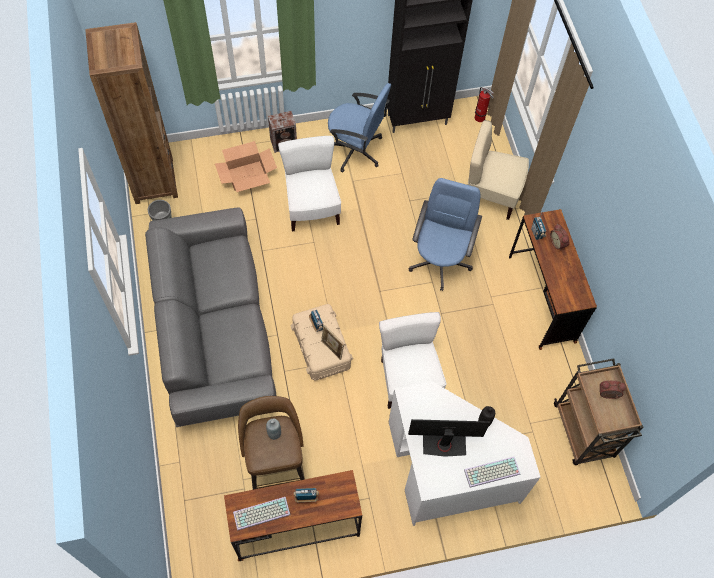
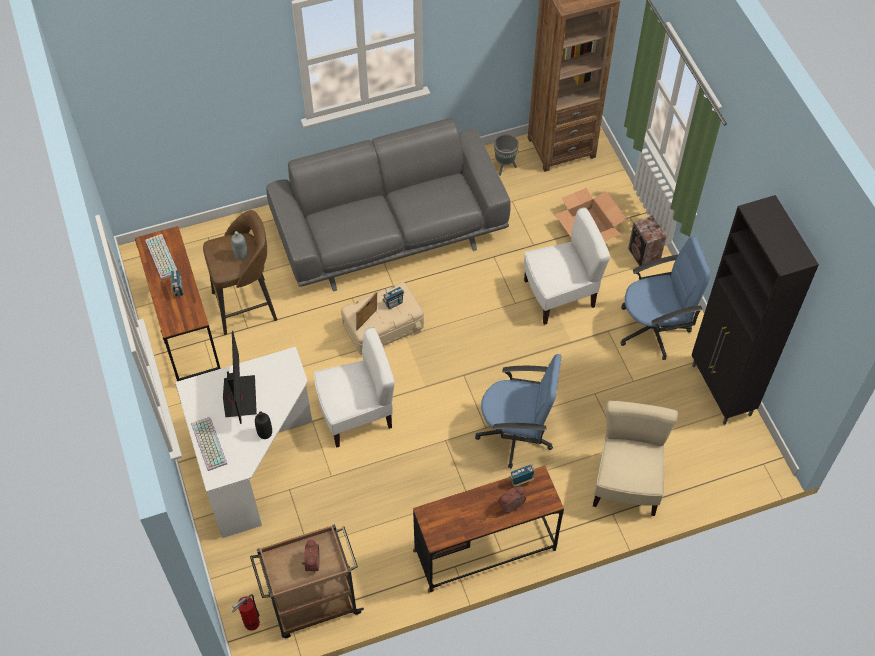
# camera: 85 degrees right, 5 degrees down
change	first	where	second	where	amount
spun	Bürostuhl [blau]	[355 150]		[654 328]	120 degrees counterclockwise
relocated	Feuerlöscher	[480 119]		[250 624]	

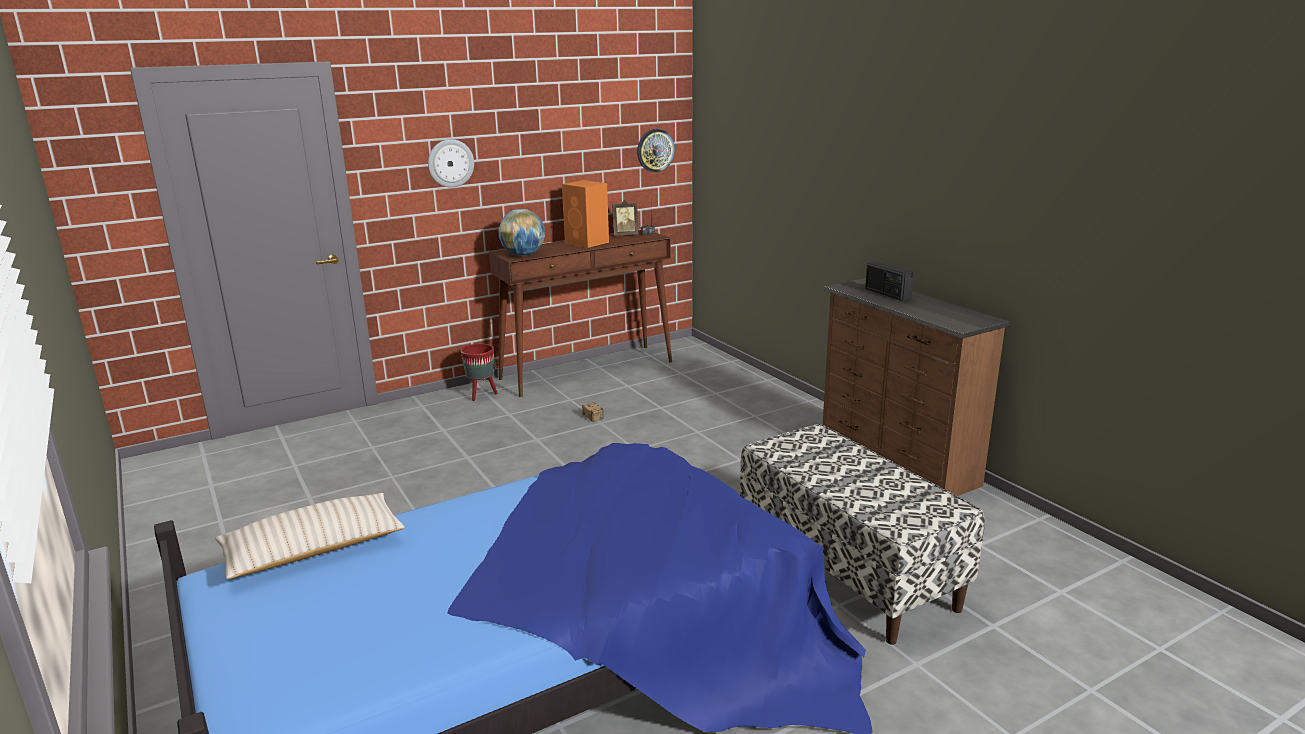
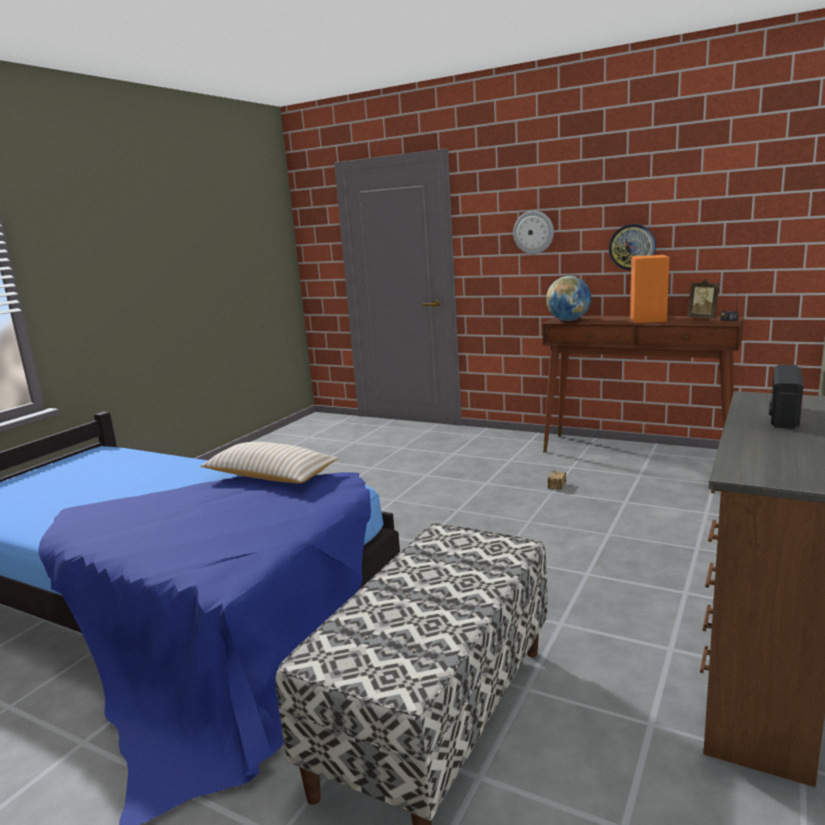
# camera: 60 degrees right, 5 degrees down
change	first	where	second	where	amount
relocated	Wanduhr	[655 150]		[632 247]	
missing	Pflanzkübel [rot]	[481 395]			
relocated	Kissen [beige]	[314 549]		[270 476]	

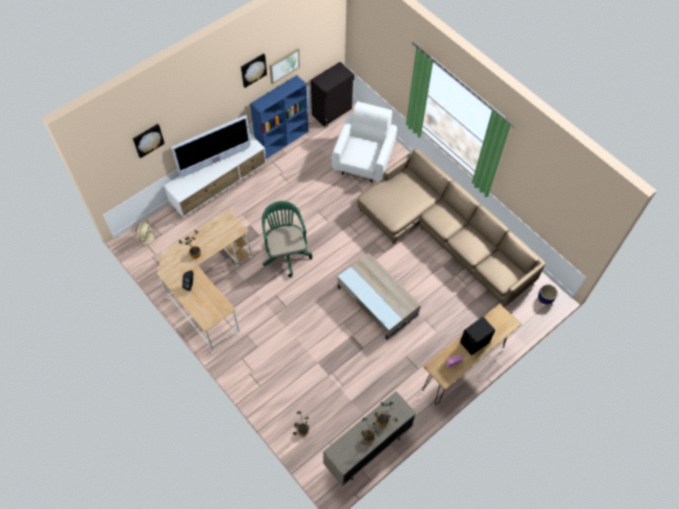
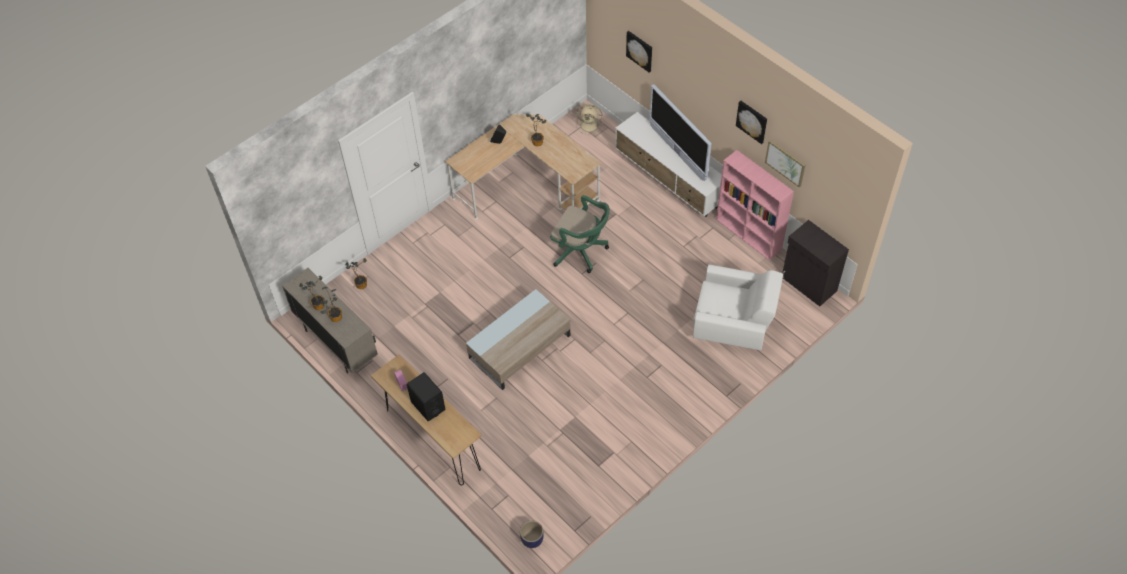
# camera: 90 degrees right, 5 degrees down
change	first	where	second	where	amount
colour	Bücherregal [blau]	[282 140]	Bücherregal [rosa]	[749 234]	
missing	Sofa [beige]	[443 233]			
spun	Bürostuhl [grün]	[285 252]		[580 251]	45 degrees clockwise

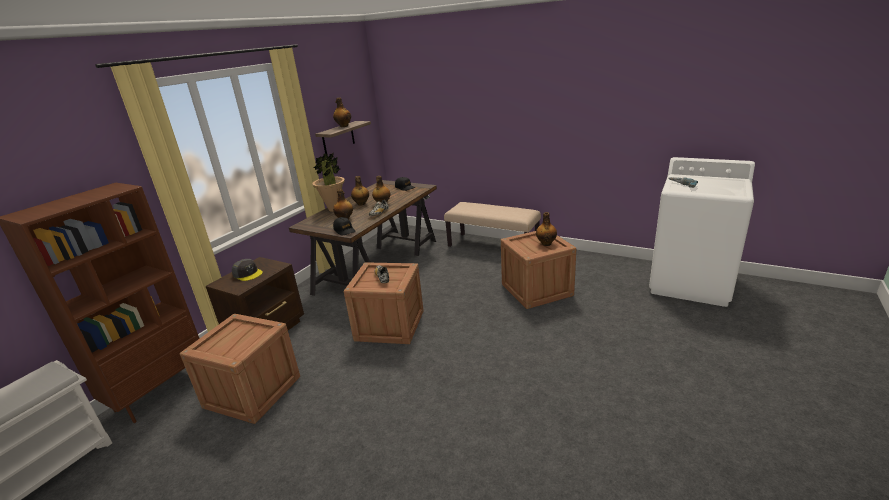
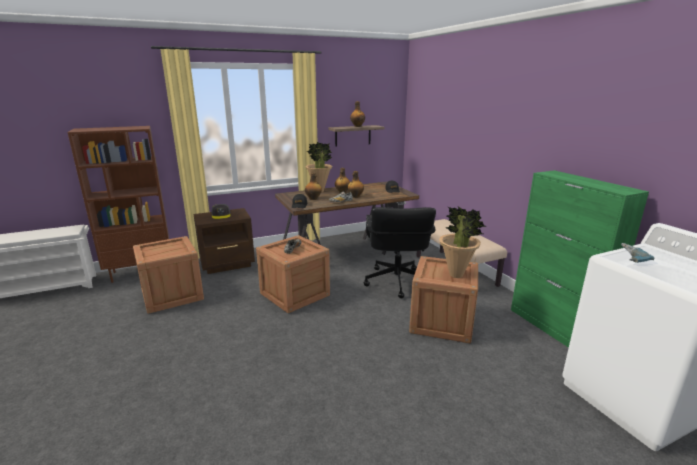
# camera: 35 degrees right, 5 degrees down
change	first	where	second	where	amount
exchanged	Flasche	[546 243]	Topfpflanze	[456 275]	
appeared			Schrank [grün]	[554 329]	
appeared			Bürostuhl [schwarz]	[396 282]	

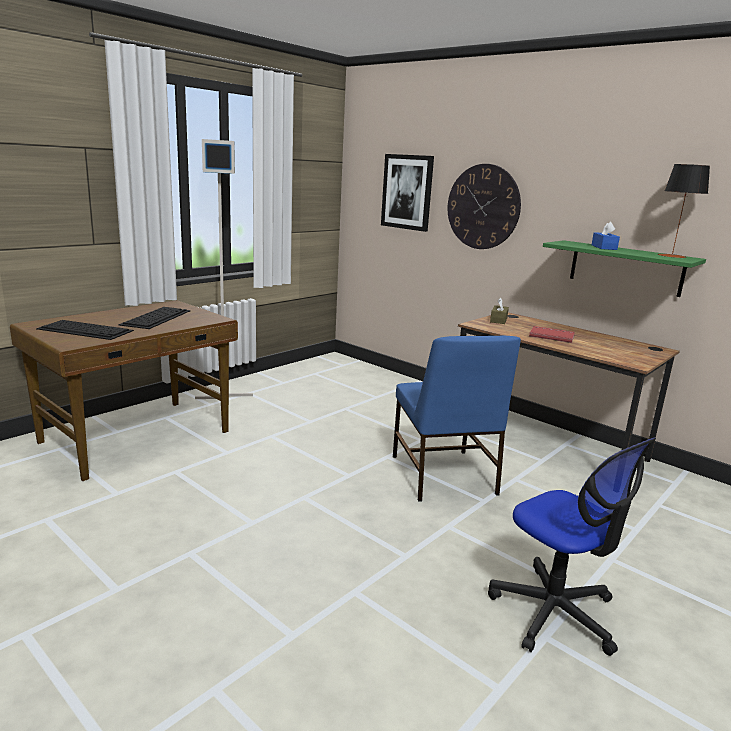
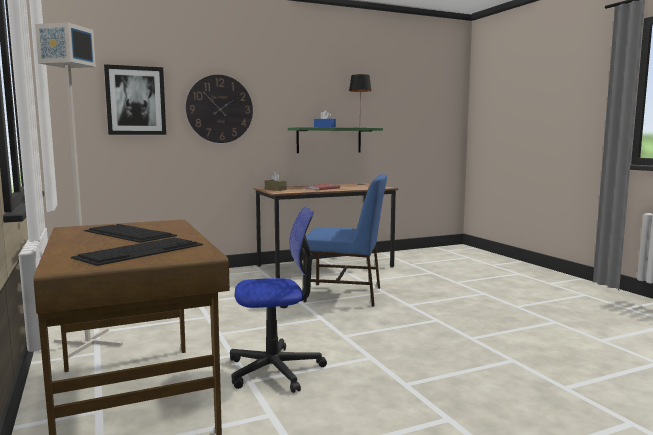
# camera: 65 degrees left, 10 degrees down
change	first	where	second	where	amount
relocated	Bürostuhl	[554 612]		[275 370]	

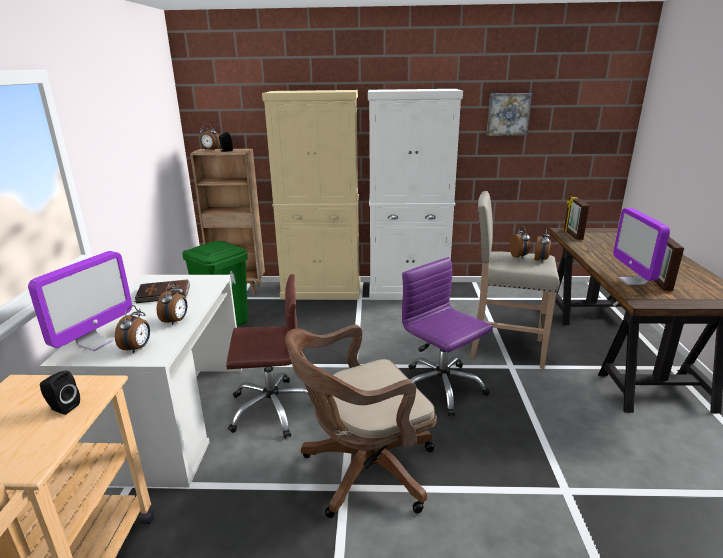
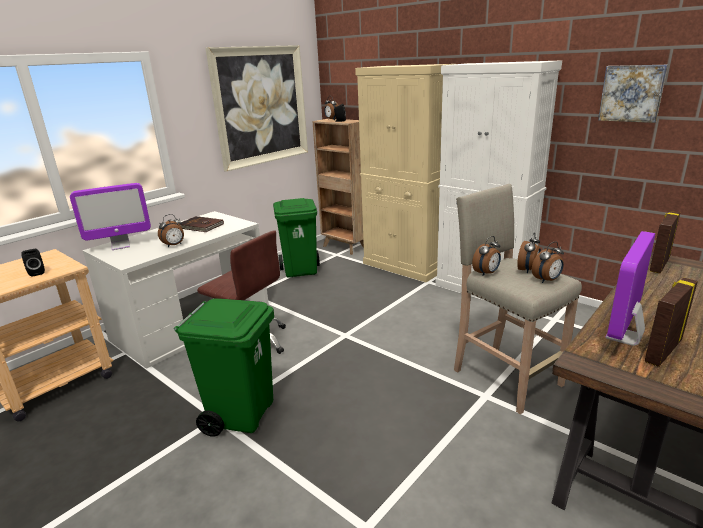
# camera: 40 degrees right, 0 degrees up
change	first	where	second	where	amount
missing	Bürostuhl [lila]	[441 387]			
relocated	Wecker	[137 348]		[486 273]	
exchanged	Bürostuhl [braun]	[362 471]	Mülleimer [grün]	[241 414]	
appeared			Bild	[261 106]	

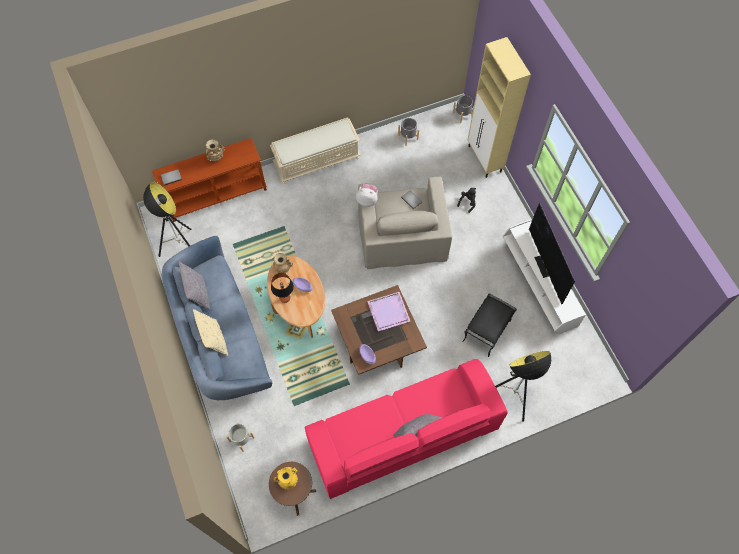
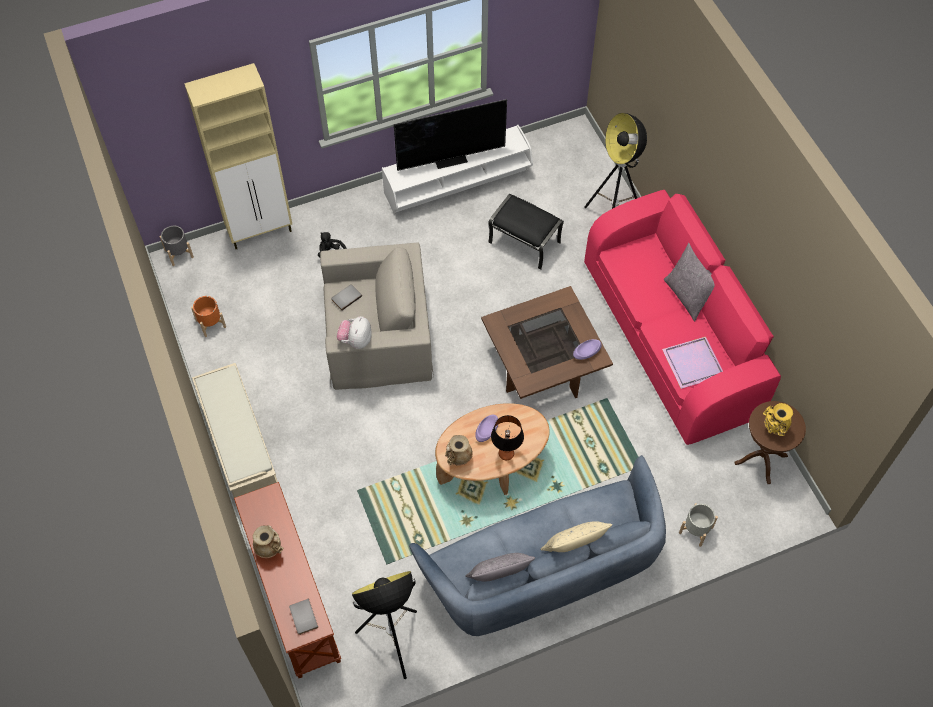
# camera: 90 degrees left, 5 degrees down
change	first	where	second	where	amount
colour	Pflanzkübel [grau]	[408 137]	Pflanzkübel [orange]	[211 323]	
relocated	Tablett [lila]	[389 312]		[693 362]	

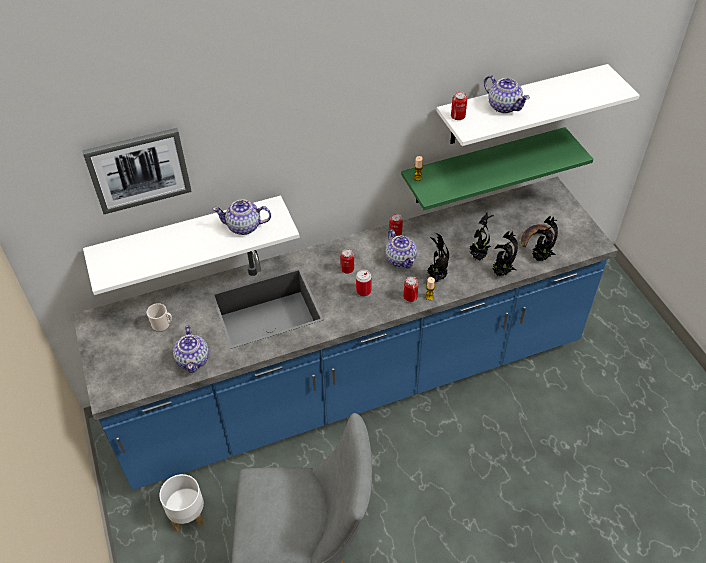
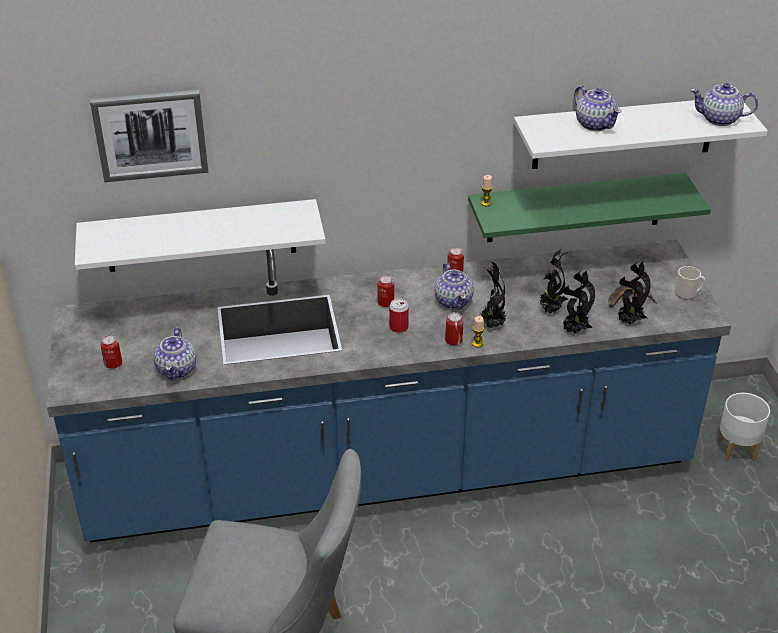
# camera: 10 degrees right, 10 degrees down
change	first	where	second	where	amount
relocated	Dose	[457 117]		[113 364]	
relocated	Teekanne	[244 227]		[720 119]	
relocated	Henkelbecher	[163 325]		[688 294]	
relocated	Pflanzkübel [weiß]	[188 515]		[736 449]	

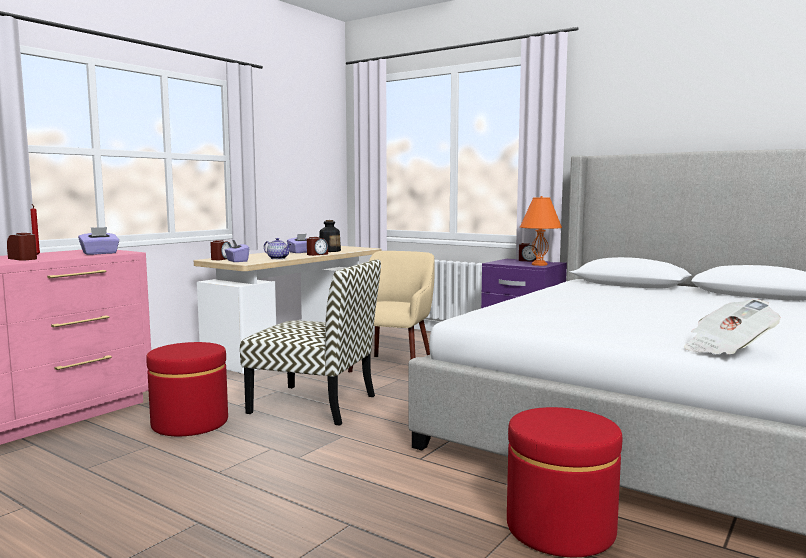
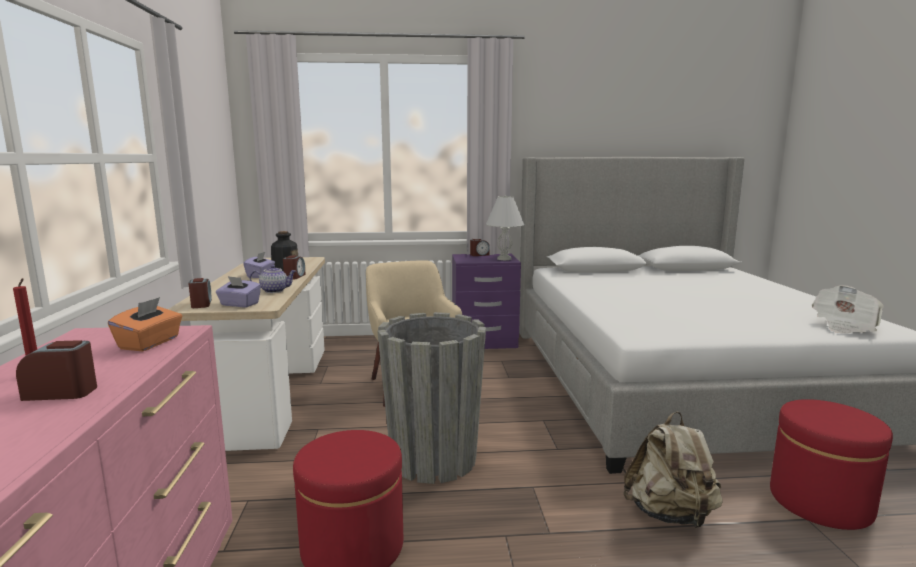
# camera: 40 degrees left, 5 degrees up
change	first	where	second	where	amount
colour	Tischlampe [orange]	[539 264]	Tischlampe [weiß]	[504 259]	
colour	Taschentuchbox [lila]	[100 253]	Taschentuchbox [orange]	[150 343]	
exchanged	Stuhl	[315 404]	Pflanzkübel [grau]	[433 459]	
appeared			Rucksack [beige]	[670 514]	

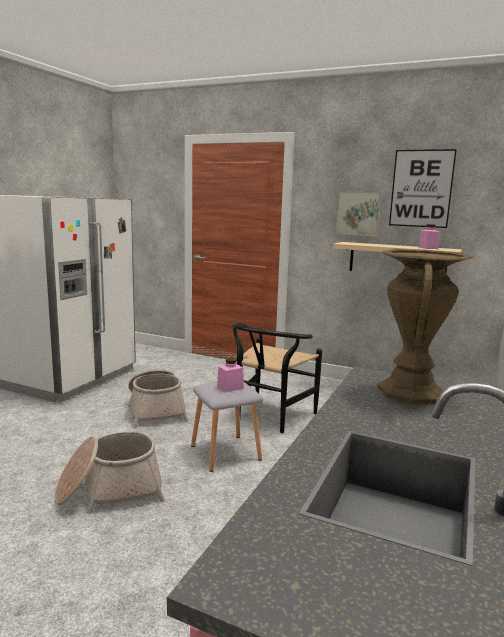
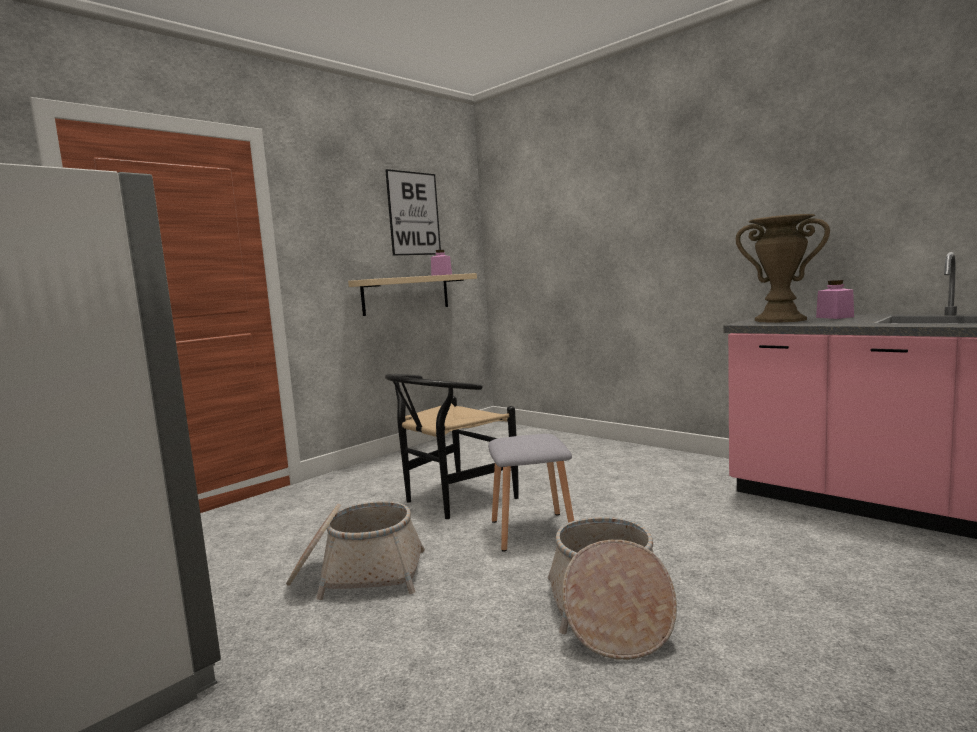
# camera: 70 degrees left, 5 degrees down
change	first	where	second	where	amount
missing	Bild	[358 213]			
spun	Stuhl [schwarz]	[270 417]		[451 500]	90 degrees clockwise
relocated	Vorratsglas [rosa]	[230 387]		[834 317]	

